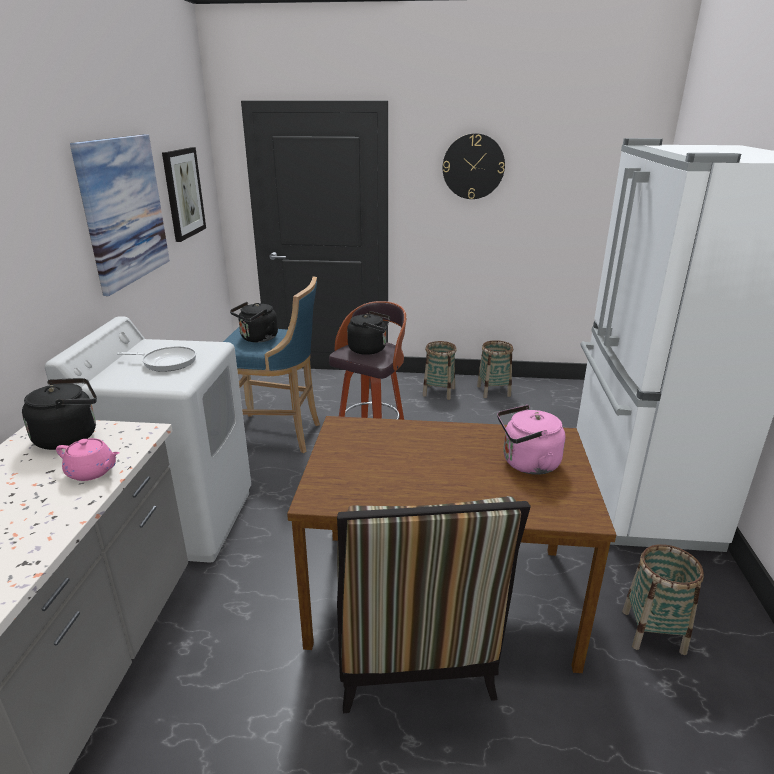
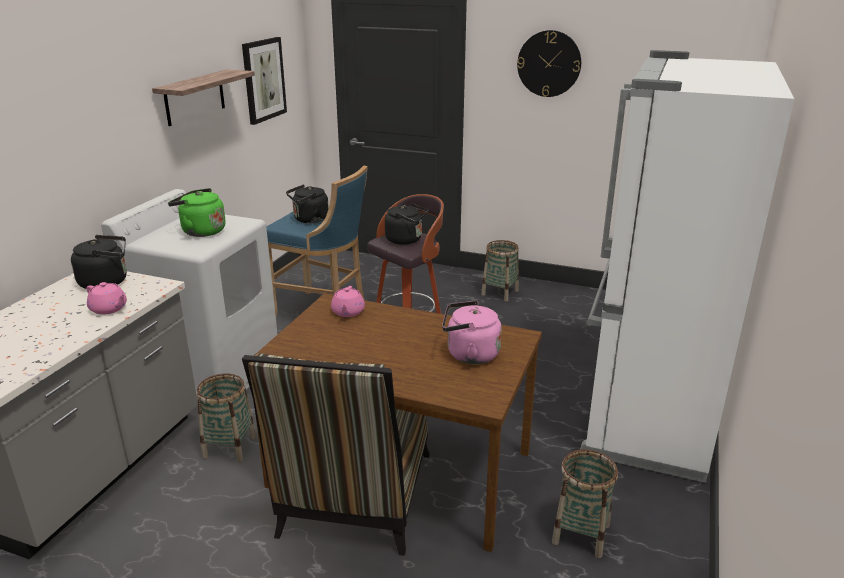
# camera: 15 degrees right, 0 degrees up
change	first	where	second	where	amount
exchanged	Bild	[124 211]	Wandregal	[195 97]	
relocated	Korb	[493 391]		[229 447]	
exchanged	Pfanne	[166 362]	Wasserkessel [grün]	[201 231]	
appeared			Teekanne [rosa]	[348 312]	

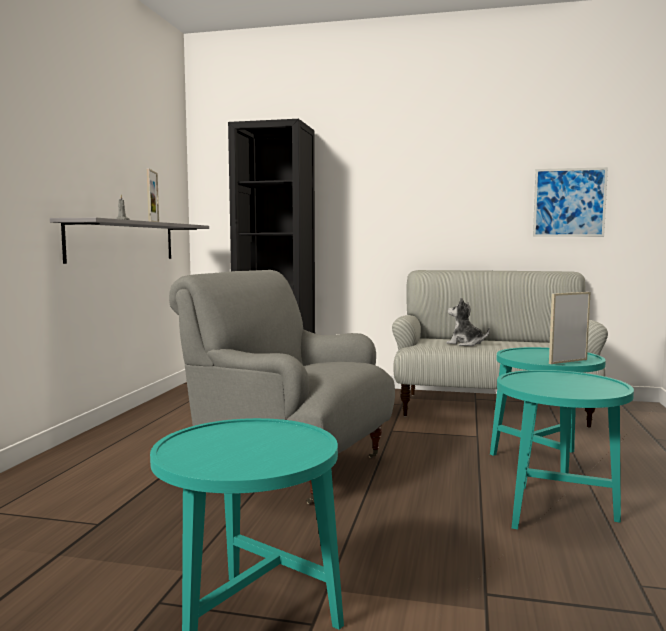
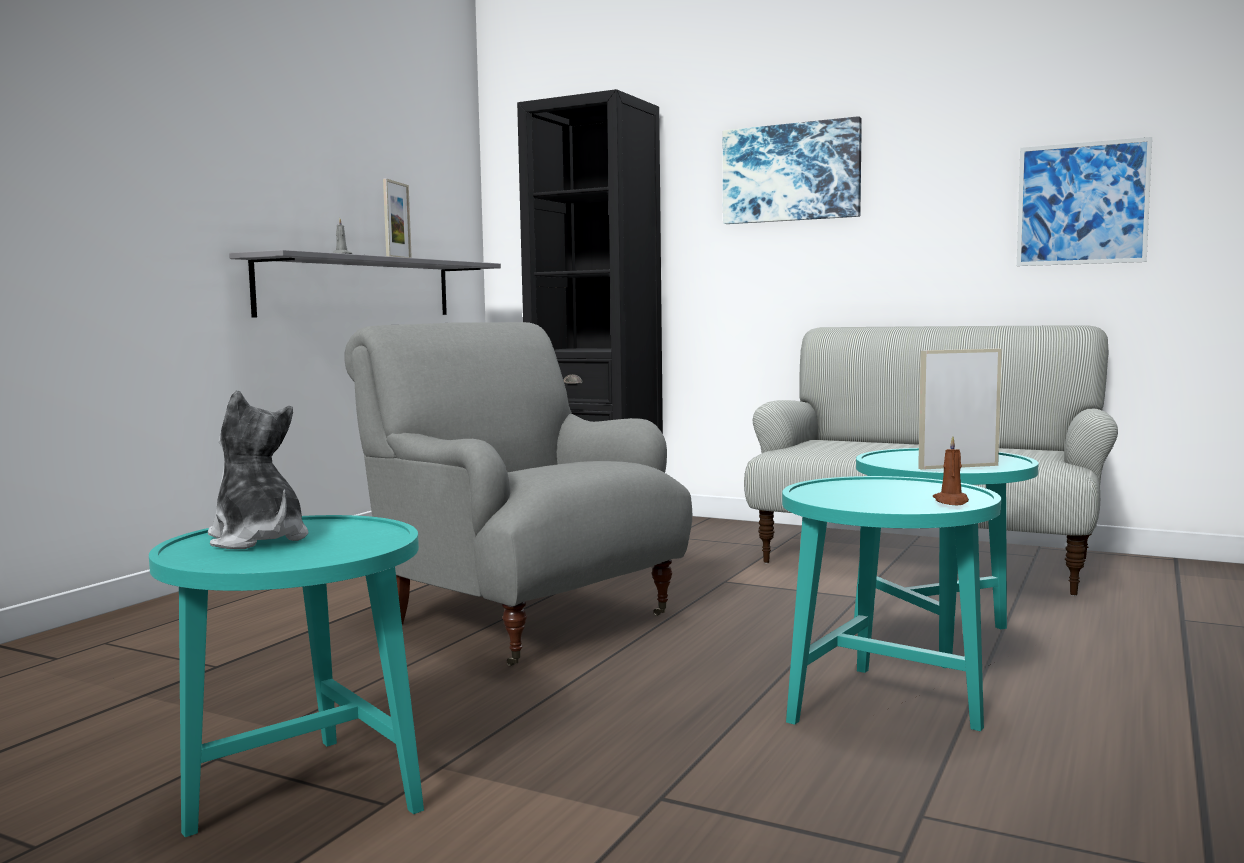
# camera: 15 degrees right, 0 degrees up
change	first	where	second	where	amount
relocated	Plüschtier	[465 344]		[258 539]	
appeared			Bild	[791 173]	
appeared			Kerze [braun]	[951 501]	

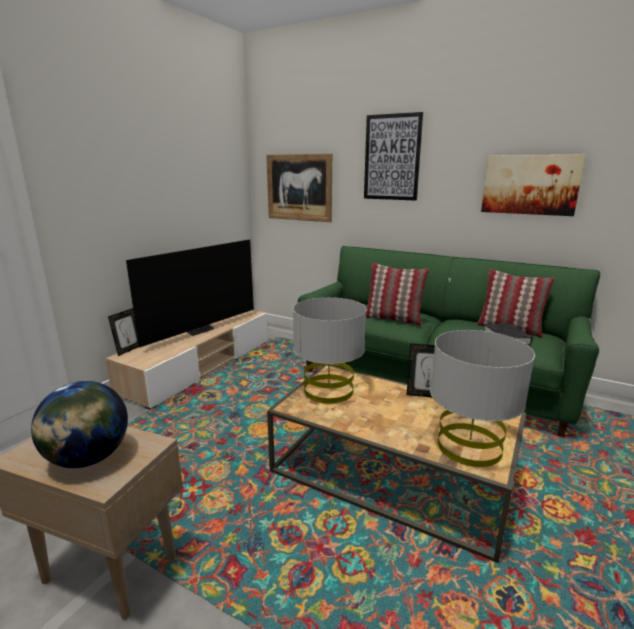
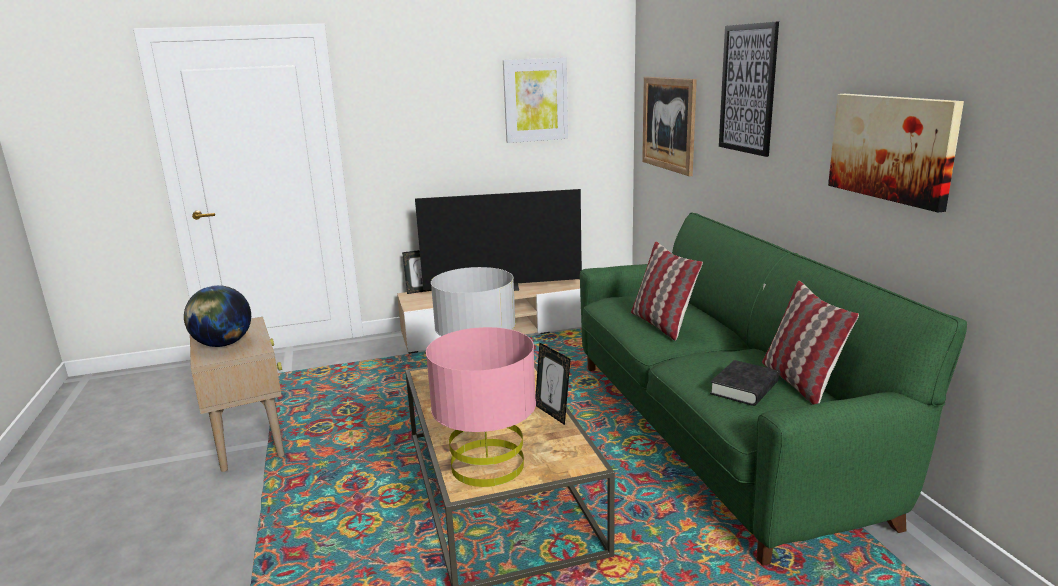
# camera: 45 degrees right, 0 degrees up
change	first	where	second	where	amount
colour	Tischlampe [grau]	[468 446]	Tischlampe [rosa]	[487 465]	
appeared			Bild	[535 100]	

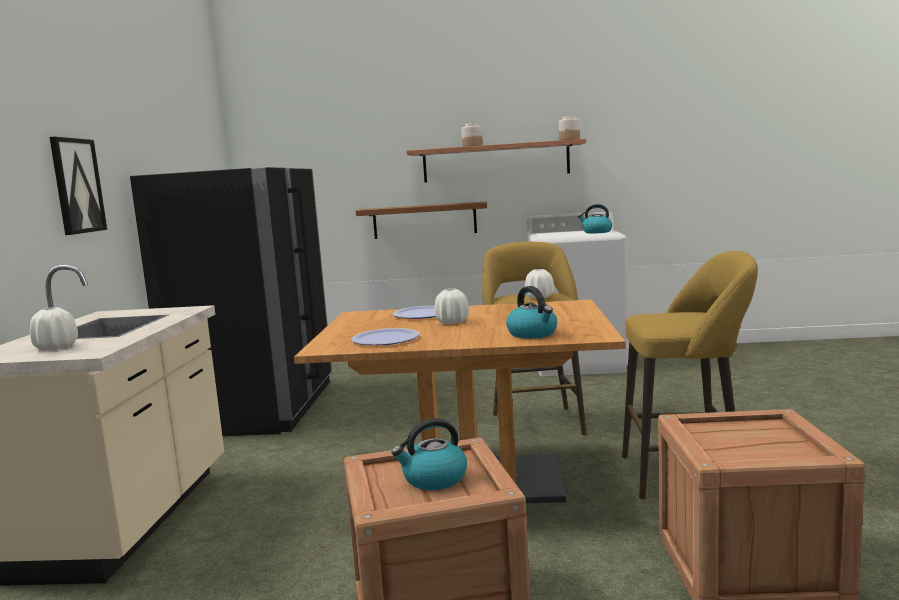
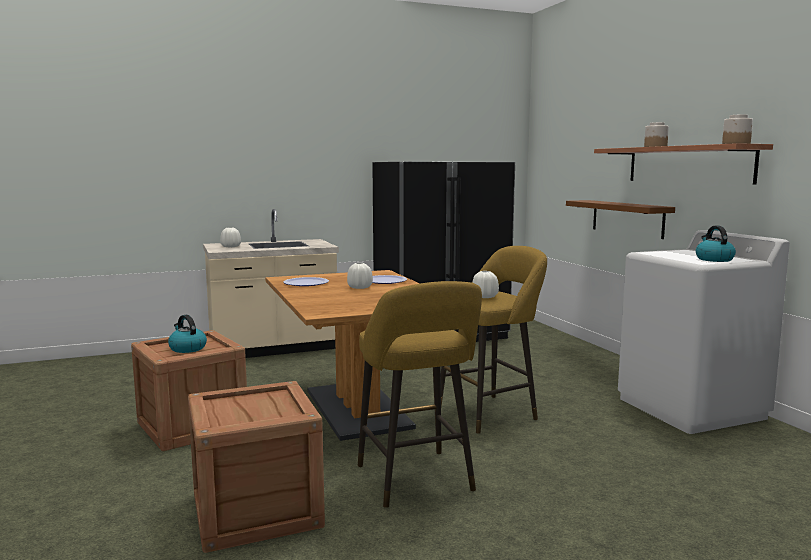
# camera: 65 degrees right, 0 degrees up
change	first	where	second	where	amount
missing	Bild	[77 186]			
missing	Wasserkessel	[533 334]			

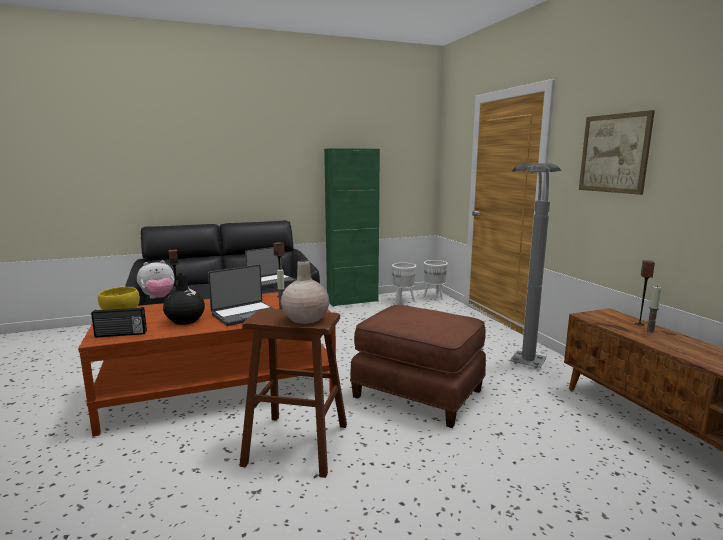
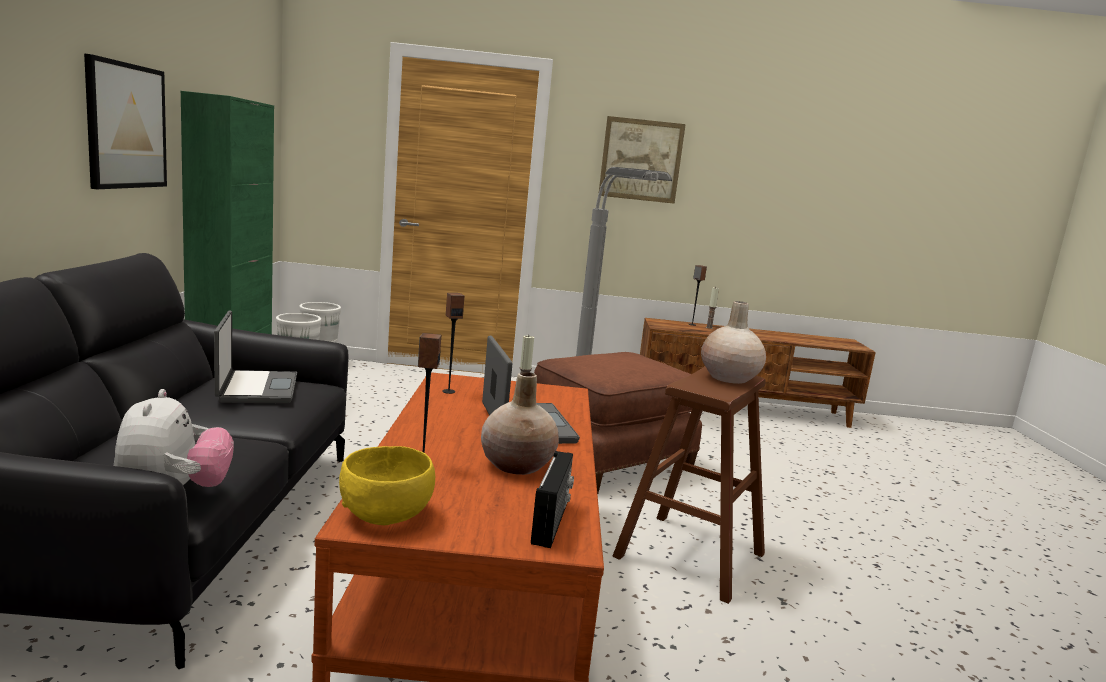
# camera: 70 degrees left, 0 degrees up
change	first	where	second	where	amount
colour	Vase [schwarz]	[185 321]	Vase [beige]	[517 465]	
appeared			Bild	[126 126]	

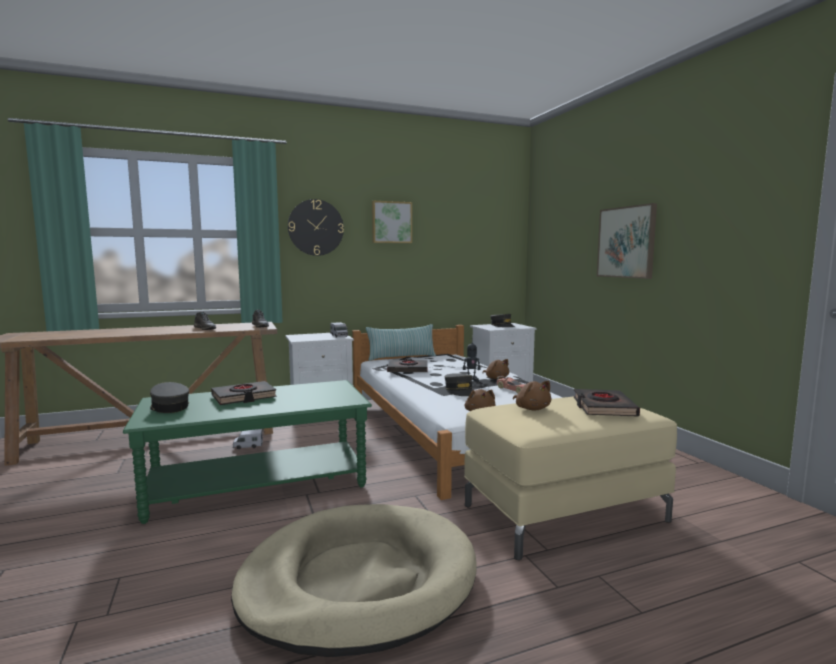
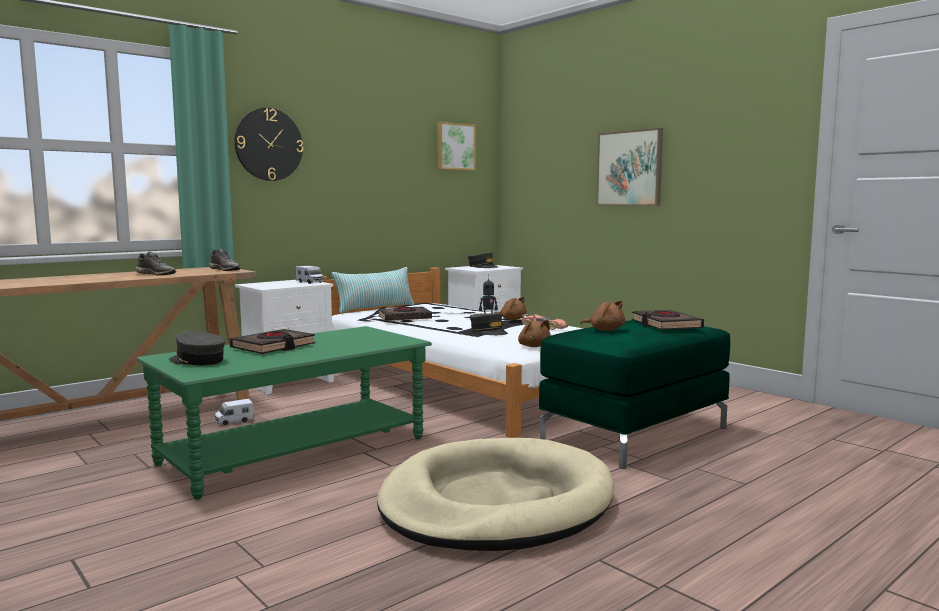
# camera: 20 degrees left, 0 degrees up
change	first	where	second	where	amount
relocated	Bild	[391 222]		[454 146]	
colour	Polsterhocker [beige]	[565 512]	Polsterhocker [grün]	[635 433]	

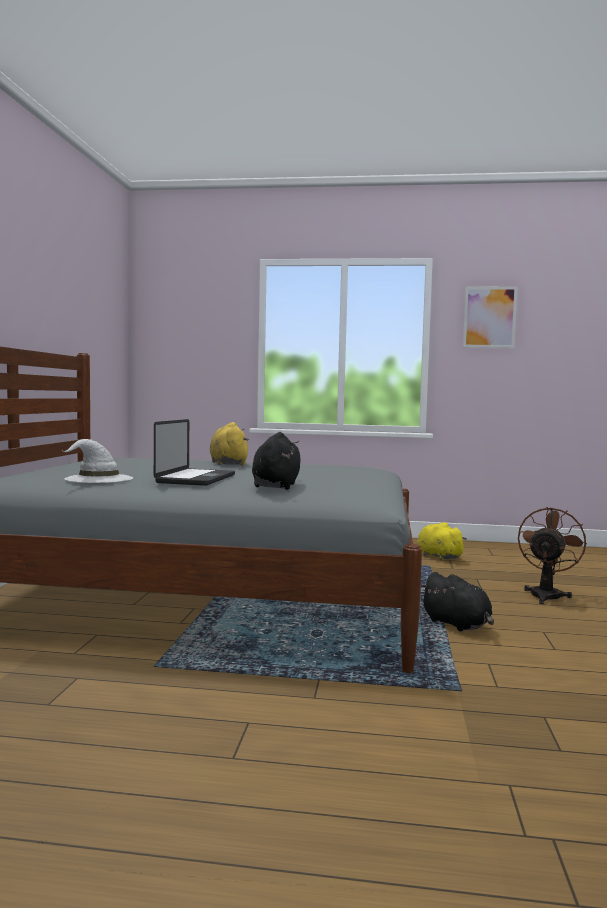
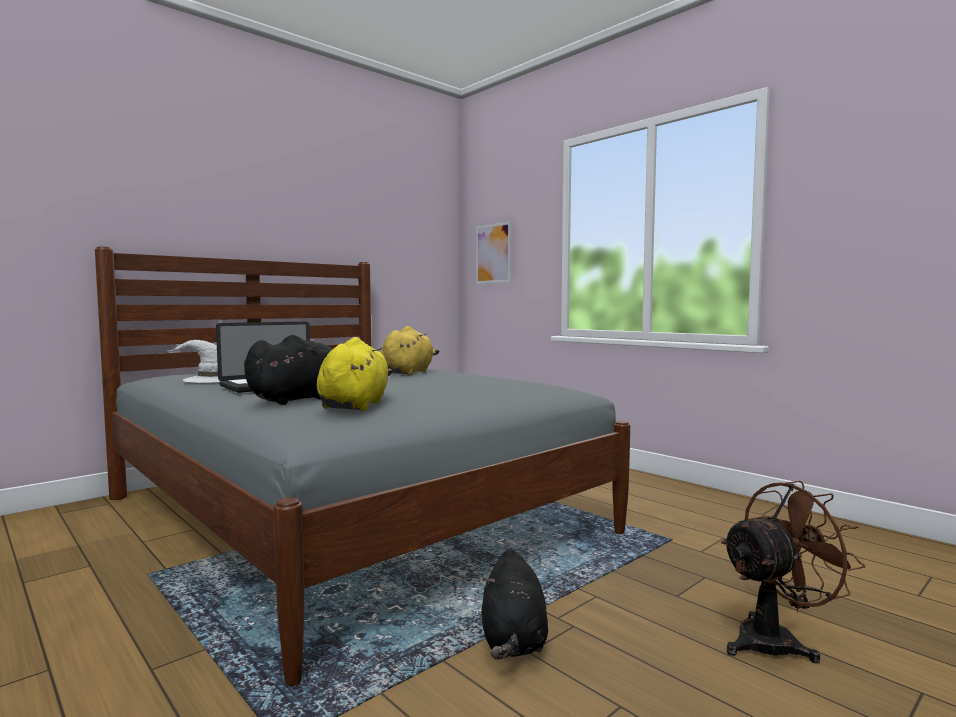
# camera: 40 degrees right, 0 degrees up
change	first	where	second	where	amount
relocated	Bild	[489 317]		[493 253]	
relocated	Plüschtier [gelb]	[438 556]		[355 406]	

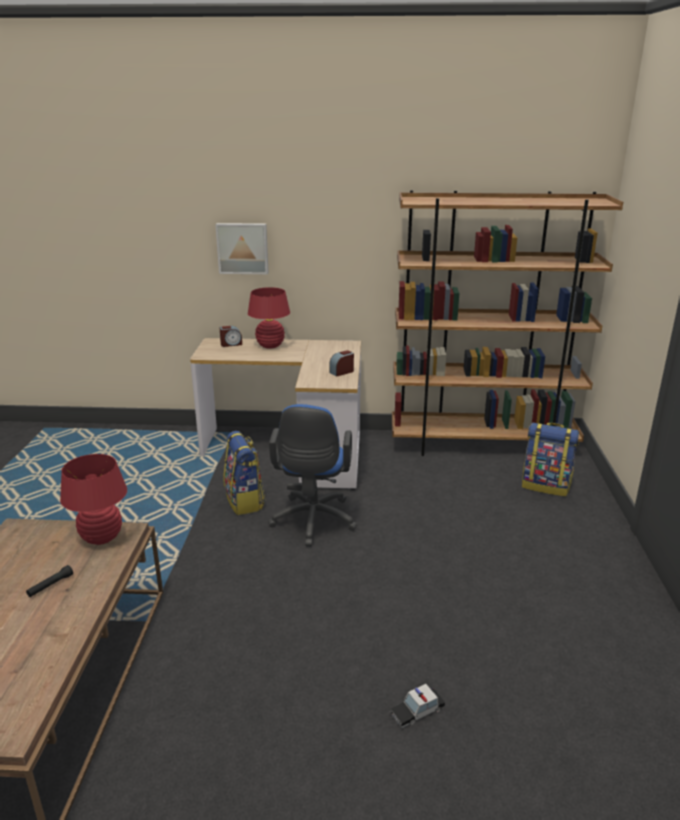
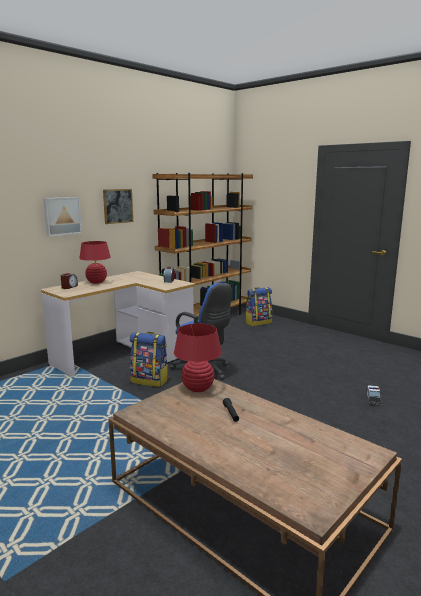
# camera: 50 degrees left, 10 degrees down
change	first	where	second	where	amount
appeared			Bild	[117 206]	

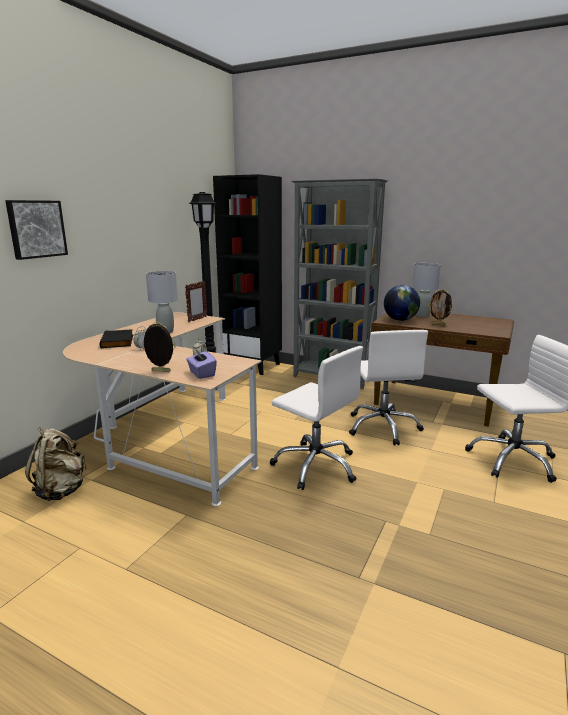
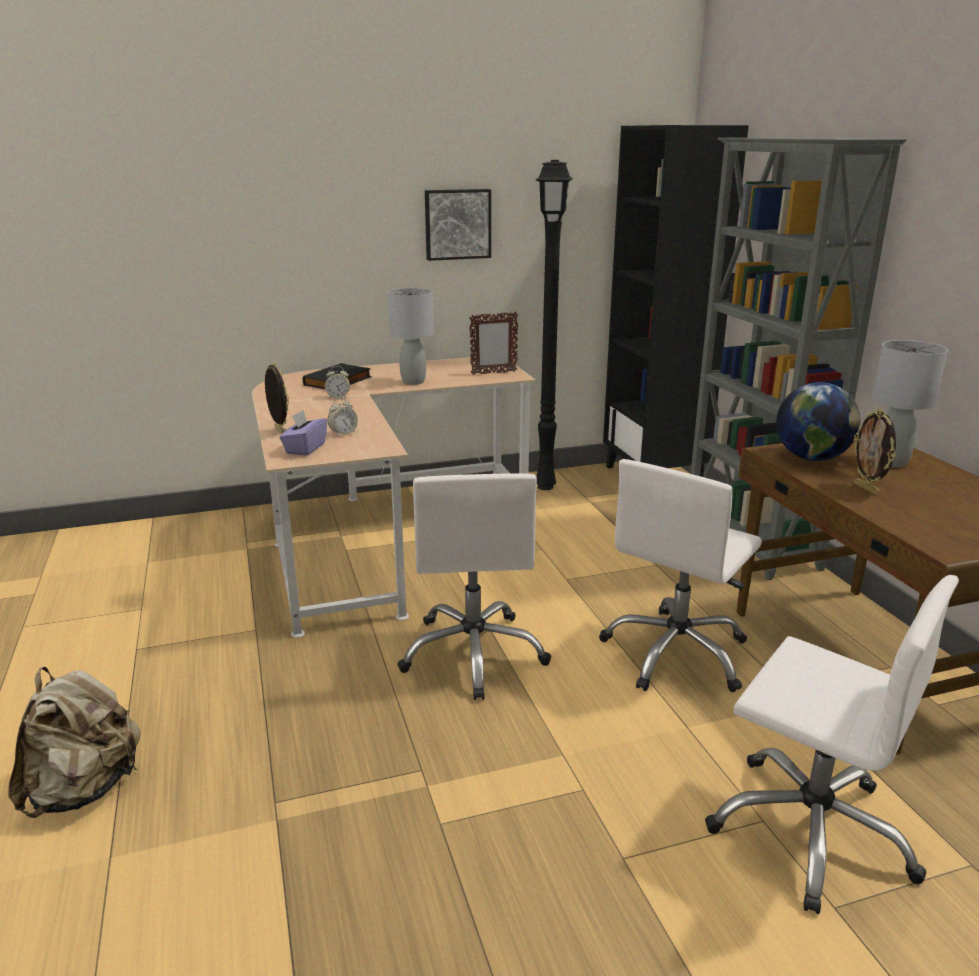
# camera: 45 degrees right, 5 degrees up
change	first	where	second	where	amount
relocated	Bild	[36 229]		[457 224]	
relocated	Rucksack [beige]	[61 490]		[84 789]	

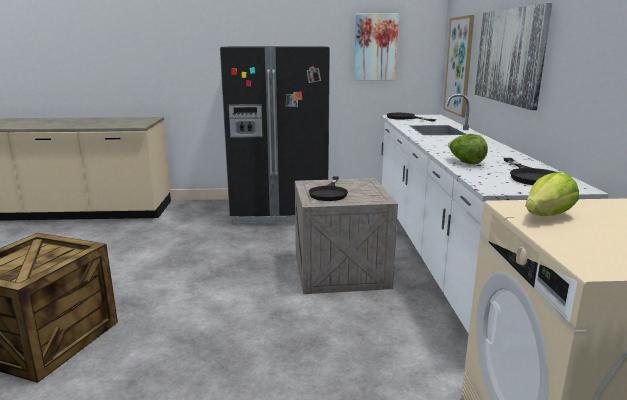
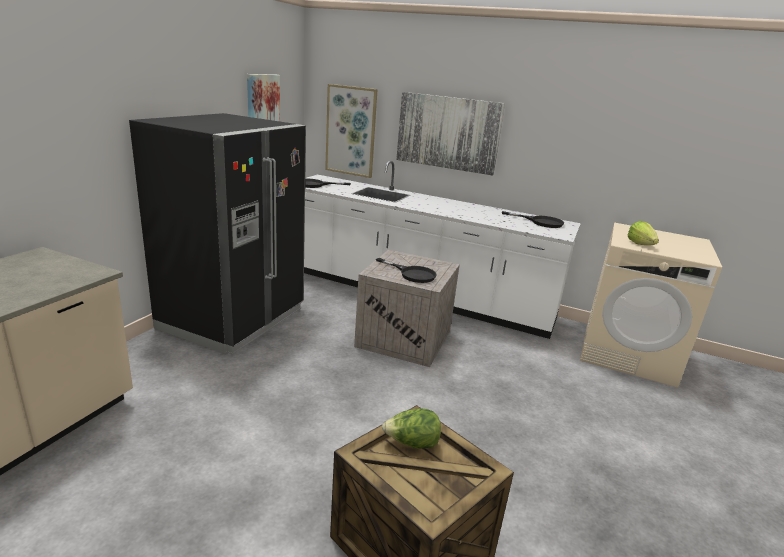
# camera: 65 degrees left, 5 degrees up
change	first	where	second	where	amount
relocated	Salatkopf	[465 162]		[412 444]	

